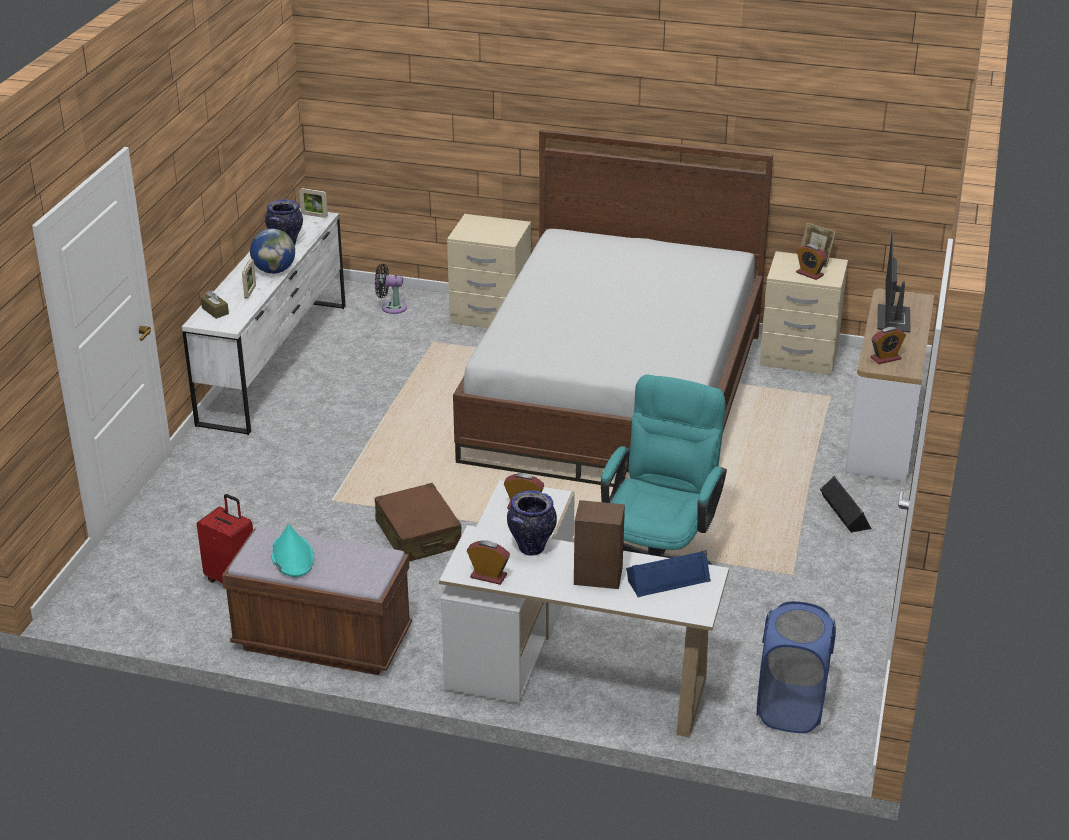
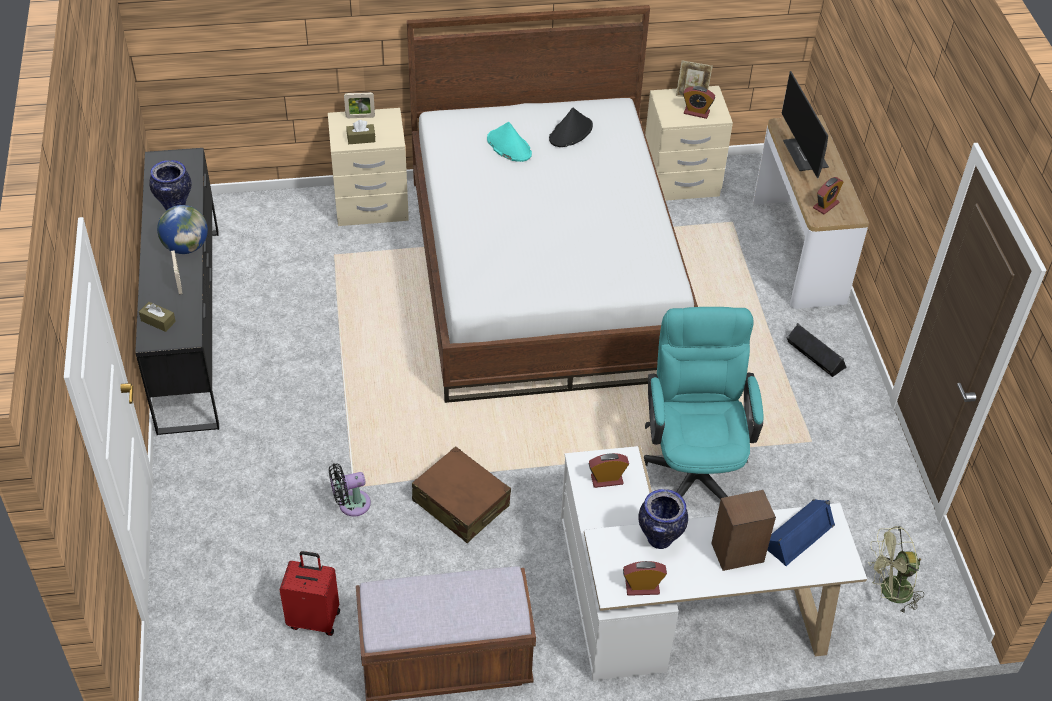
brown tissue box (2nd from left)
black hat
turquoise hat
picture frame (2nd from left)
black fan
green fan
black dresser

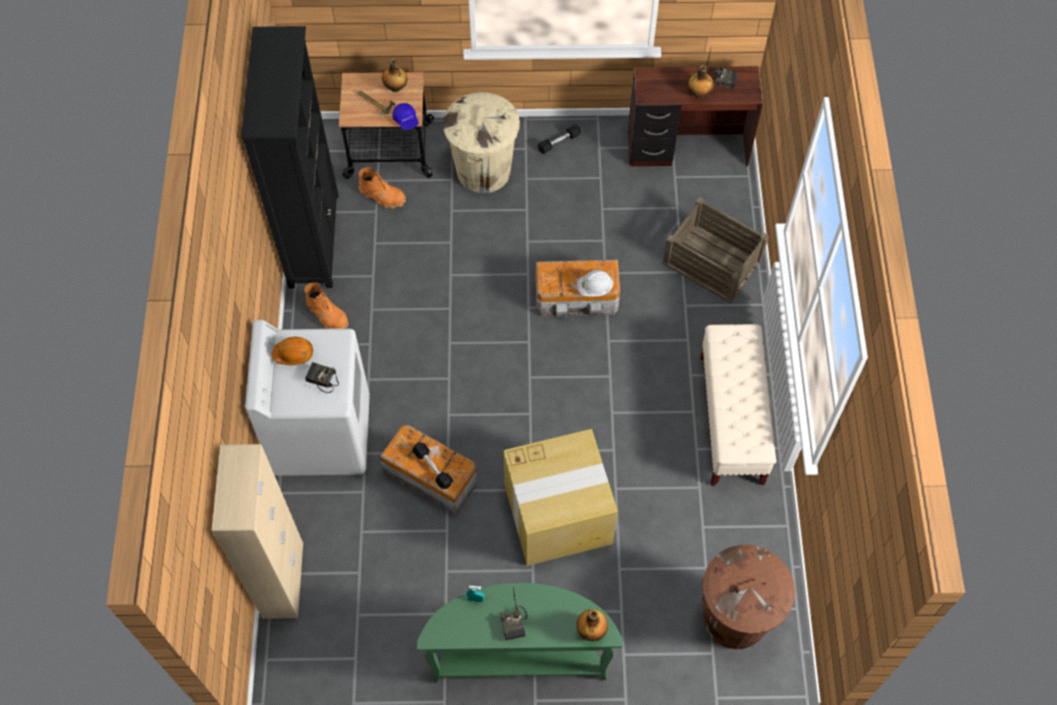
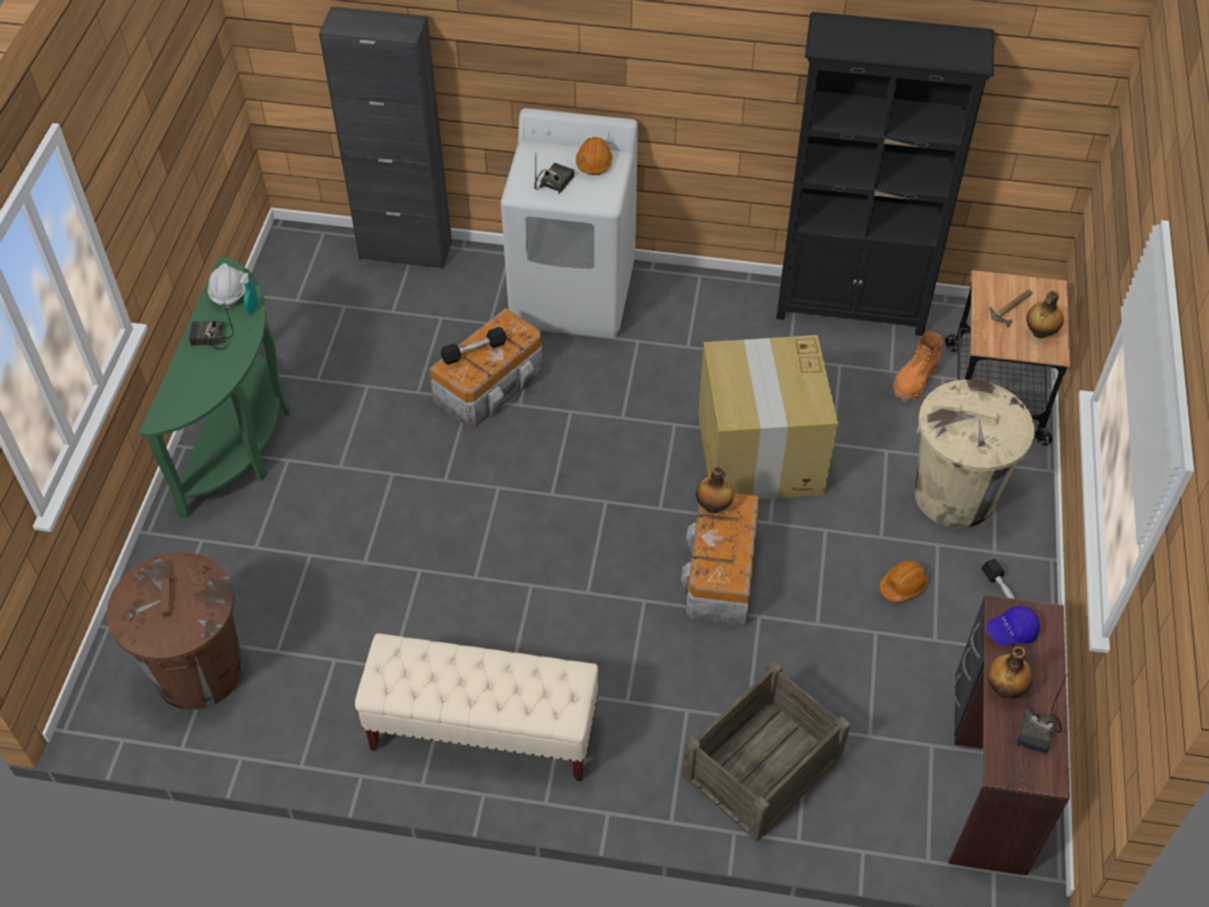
orange boot (1st from left in the first image)
orange hard hat (2nd from left)
blue cap
cardboard box
white hard hat
bottle (1st from left)
black cabinet

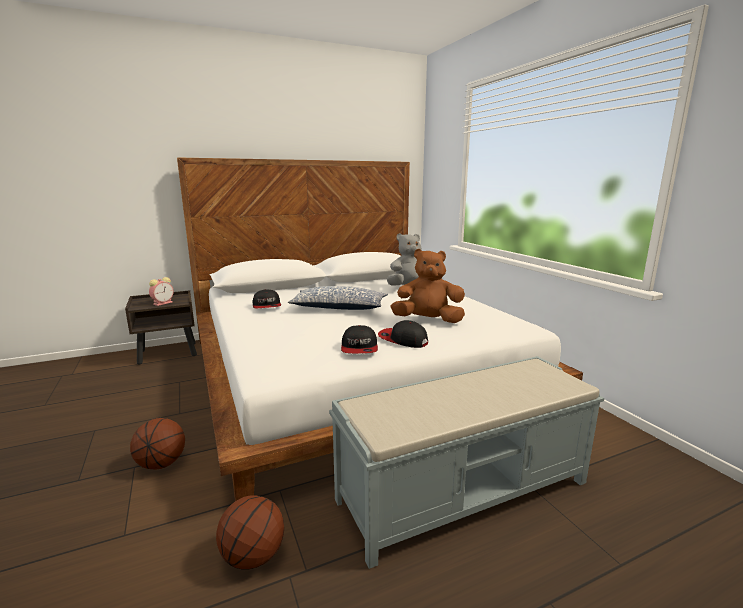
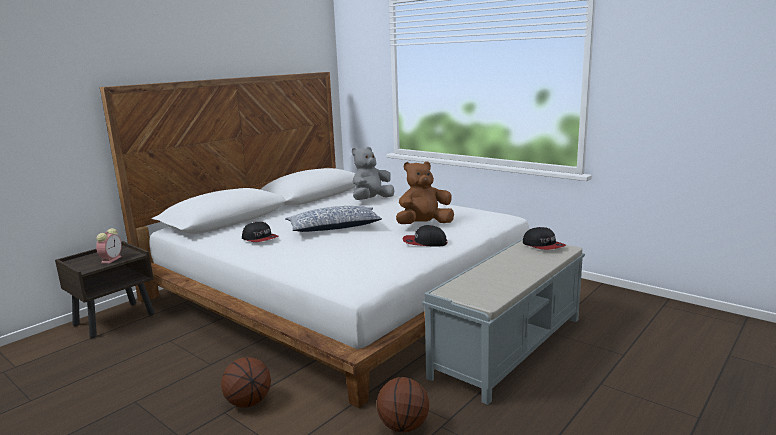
cap (3rd from left)

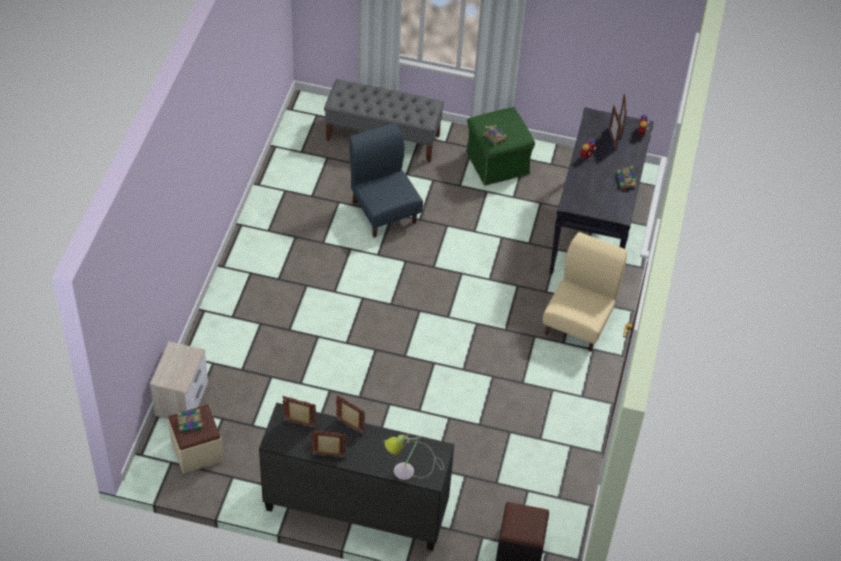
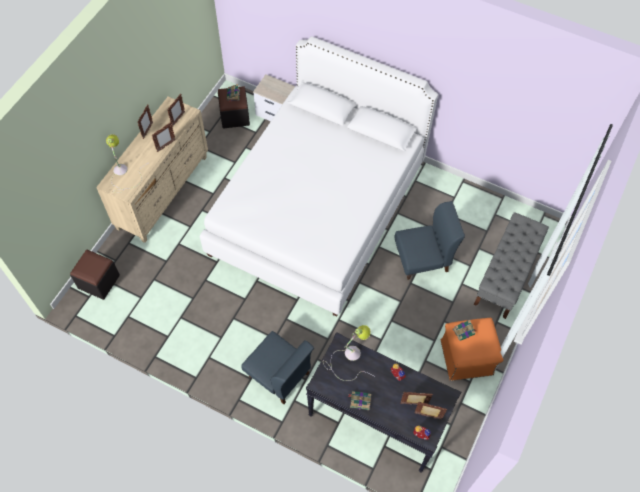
white bed
table lamp (2nd from left)
black ottoman (2nd from left)
beige dresser
orange ottoman
blue chair (1st from left)

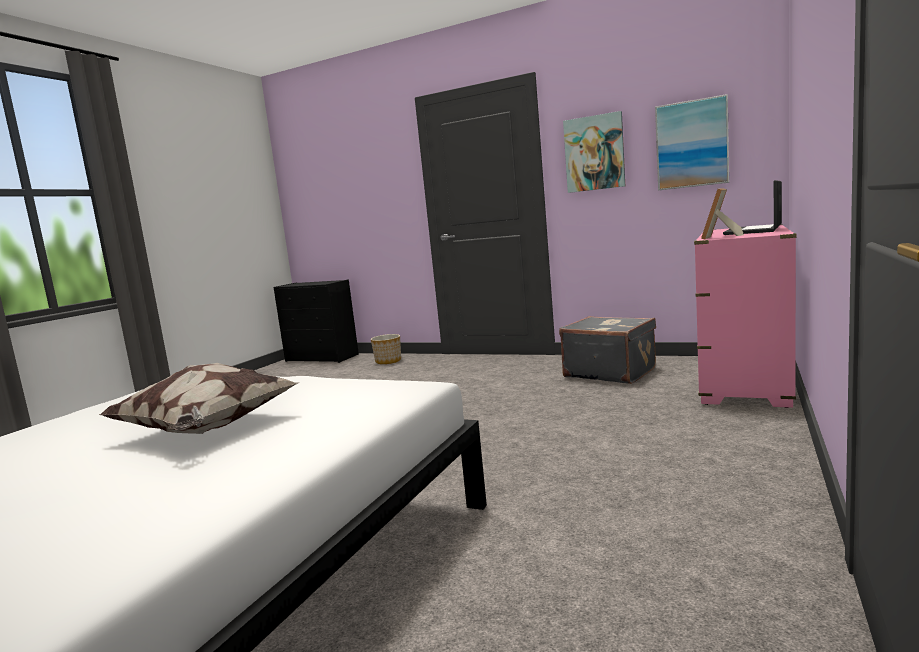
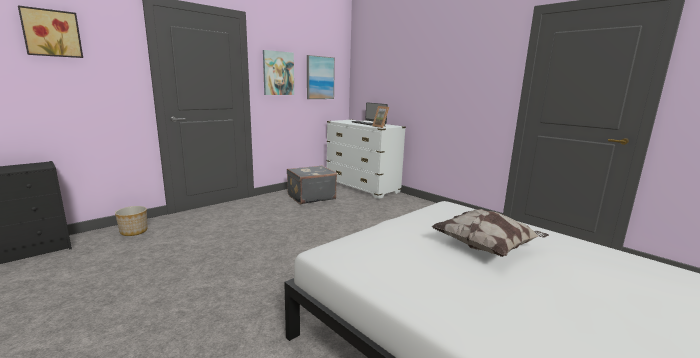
picture (1st from left)
white dresser

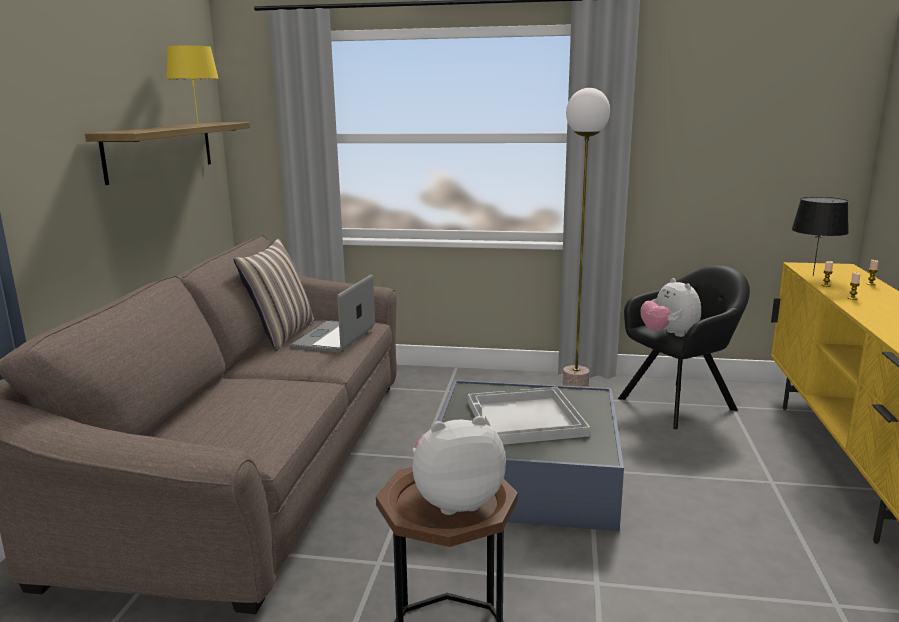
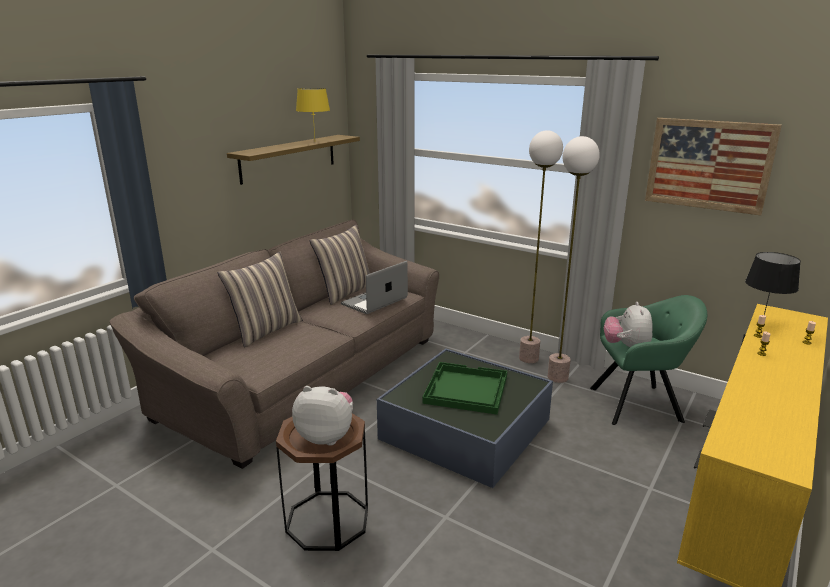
pillow (1st from left)
floor lamp (1st from left)
picture
green tray
green armchair

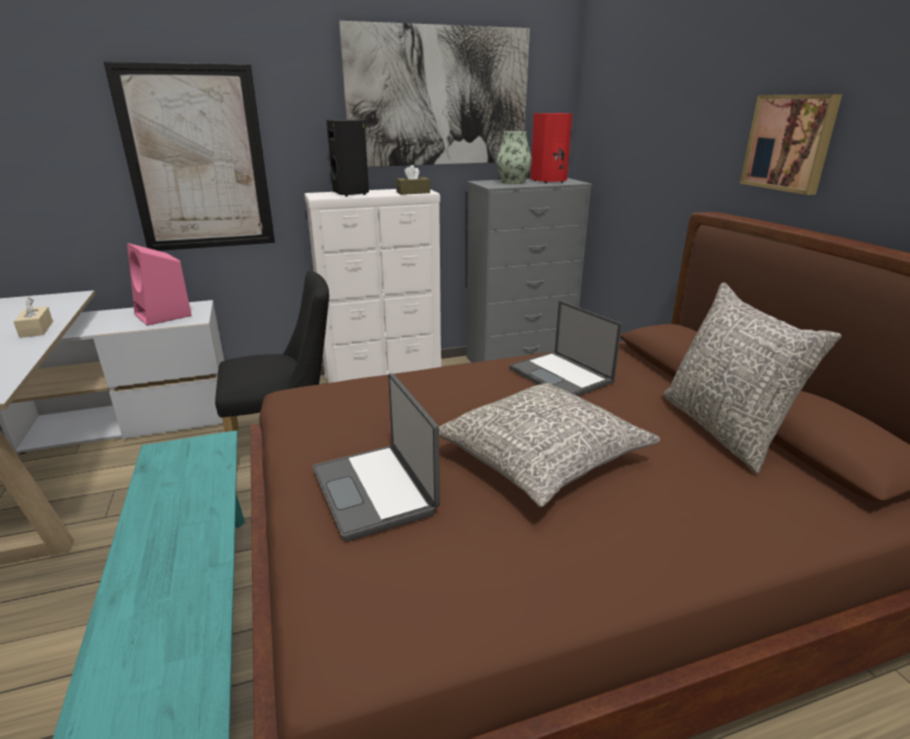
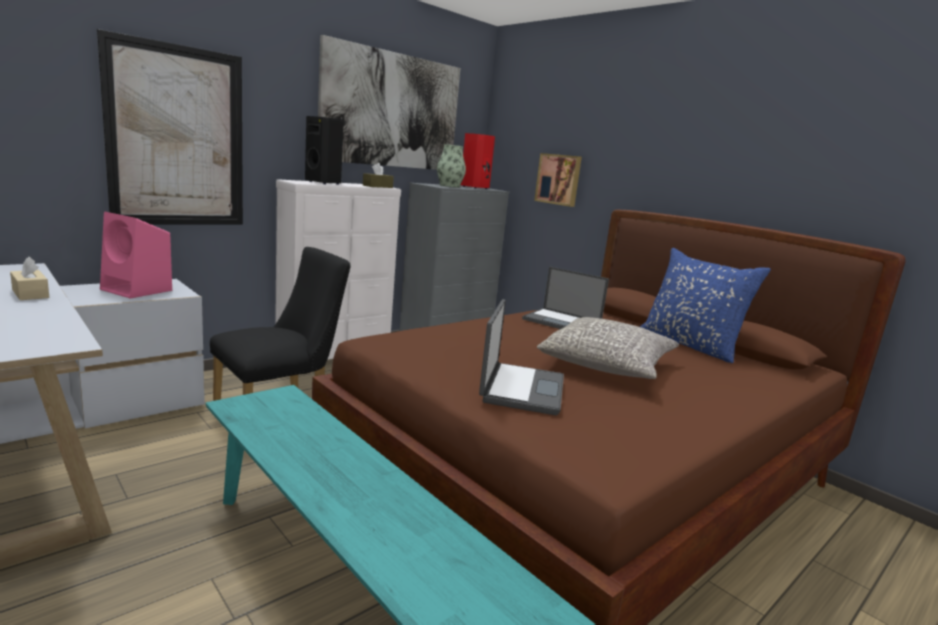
picture (3rd from left)
blue pillow
laptop (1st from left)

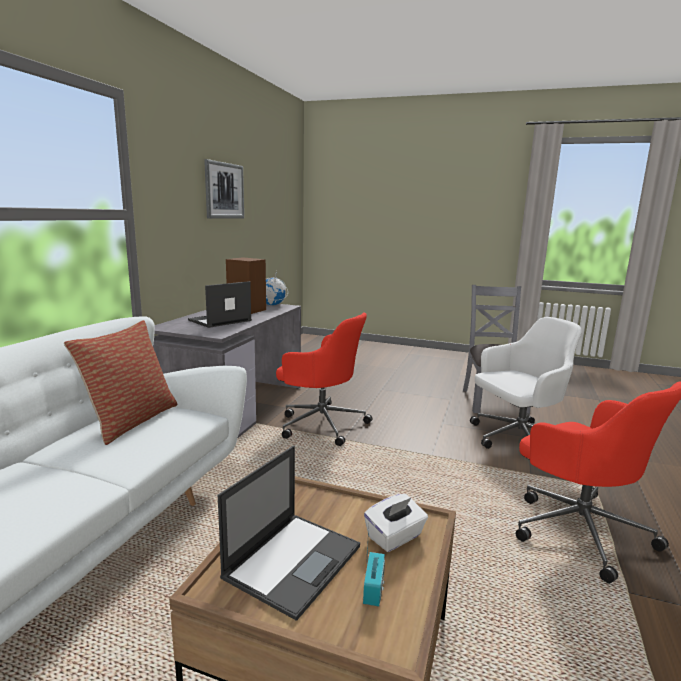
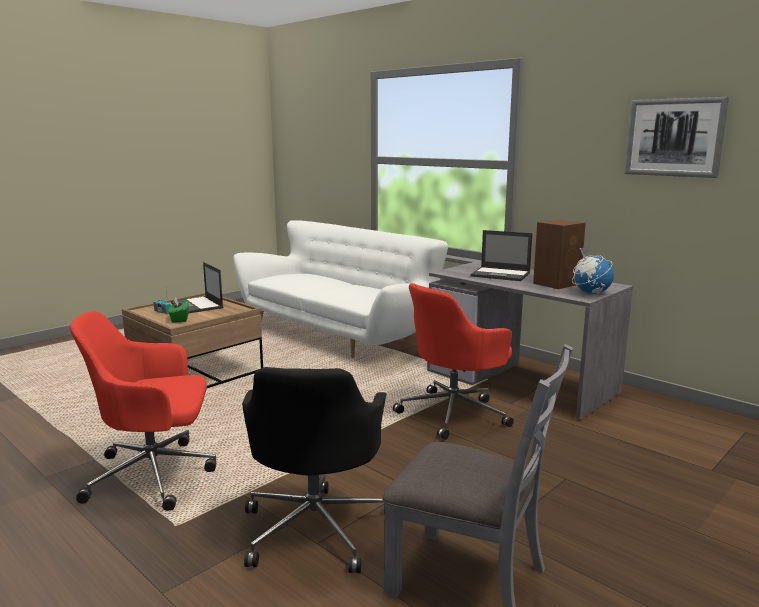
pillow
green tissue box
black office chair
laptop (2nd from left)

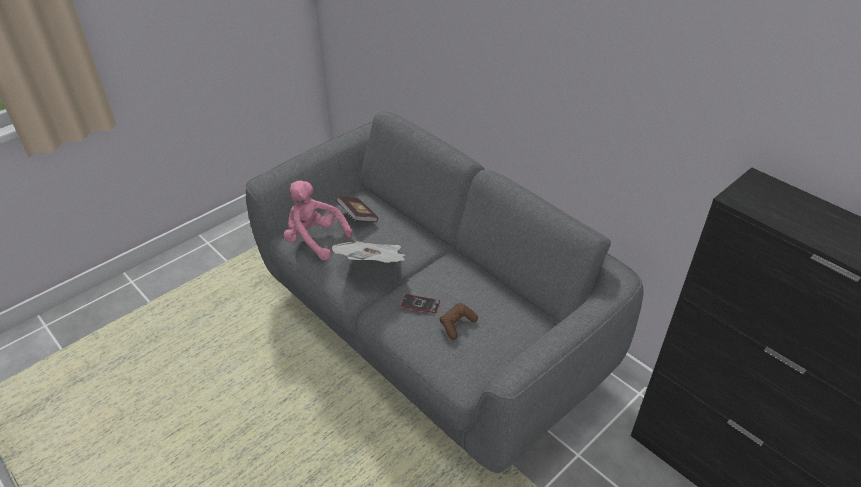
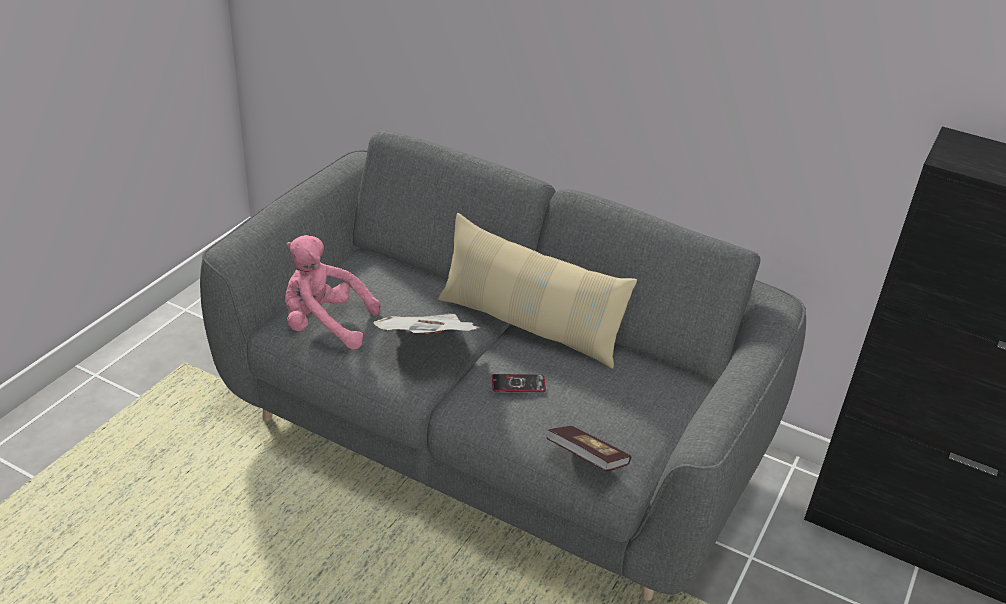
brown game controller
beige pillow
book

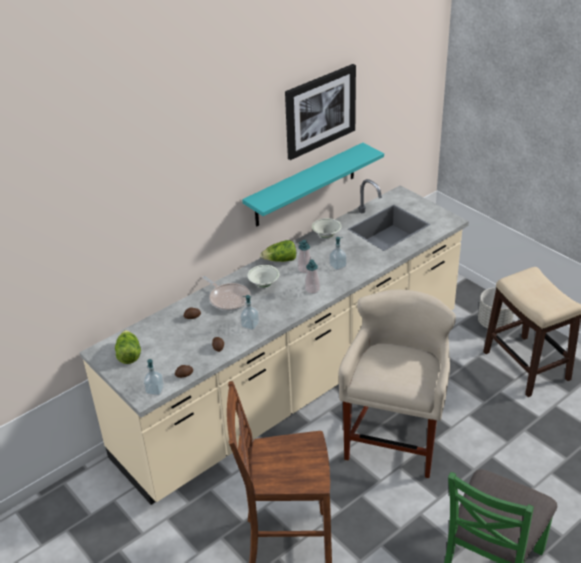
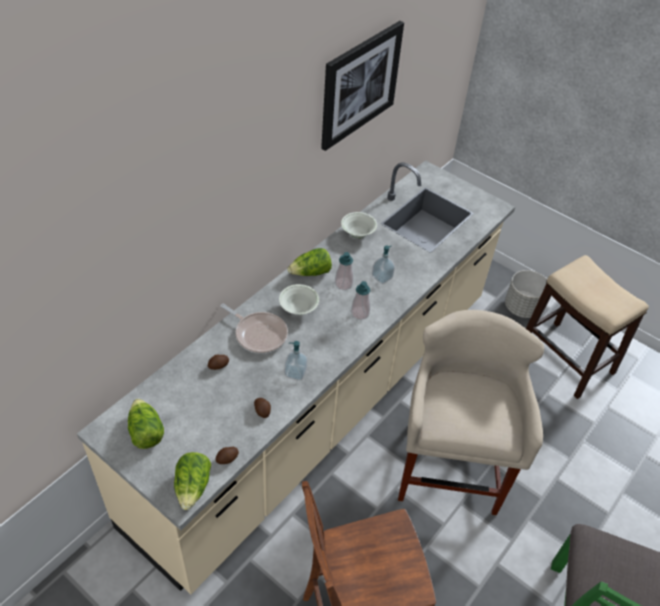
turquoise shelf
lettuce (2nd from left)

